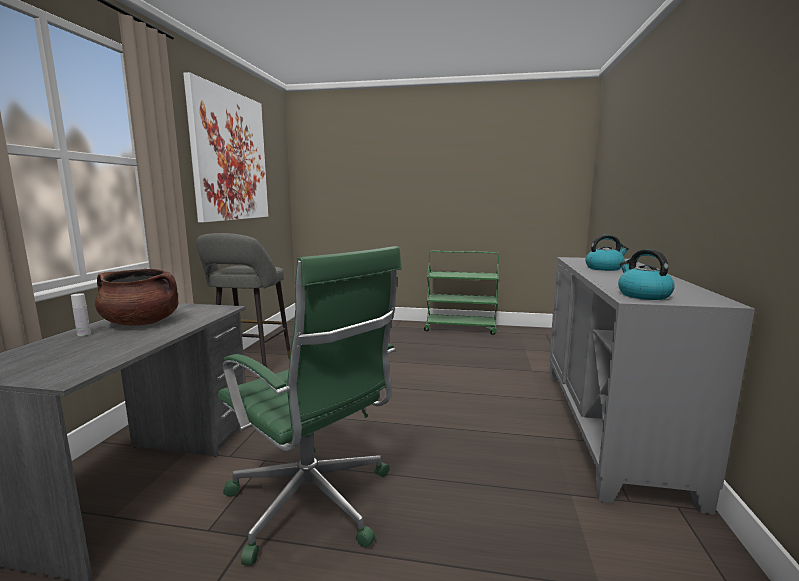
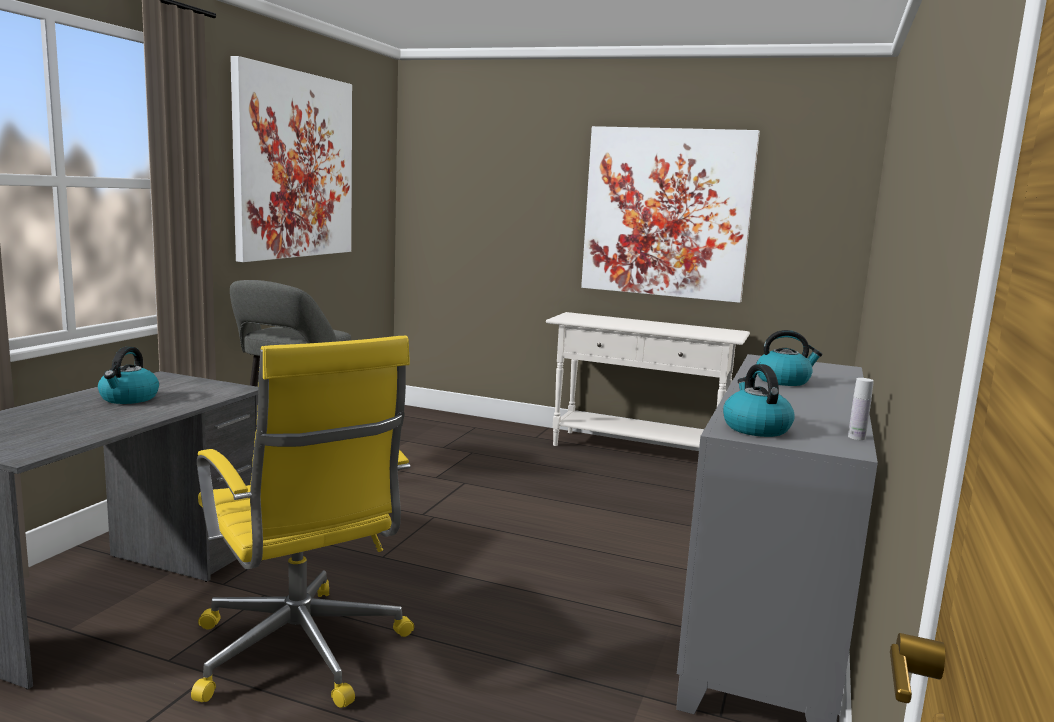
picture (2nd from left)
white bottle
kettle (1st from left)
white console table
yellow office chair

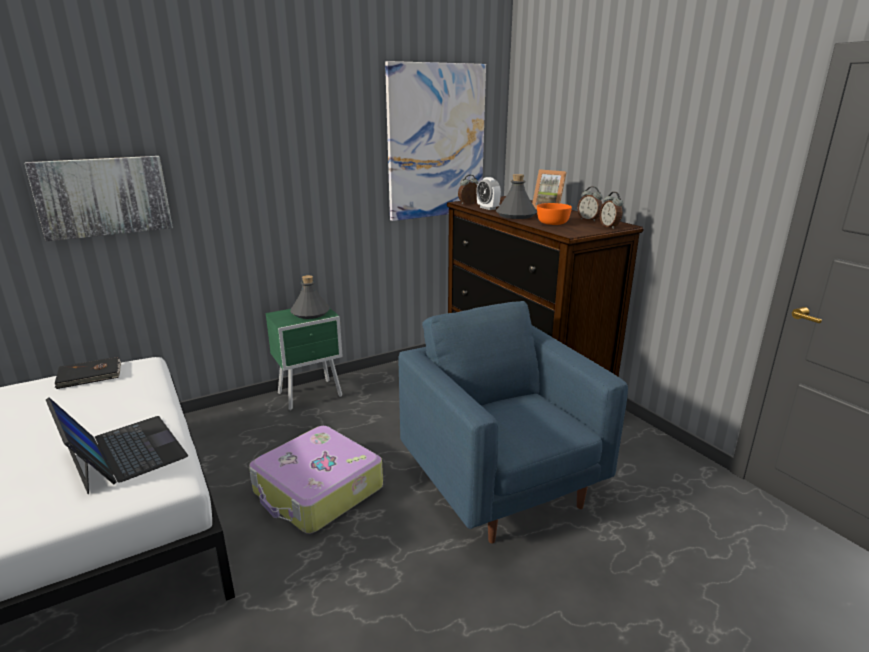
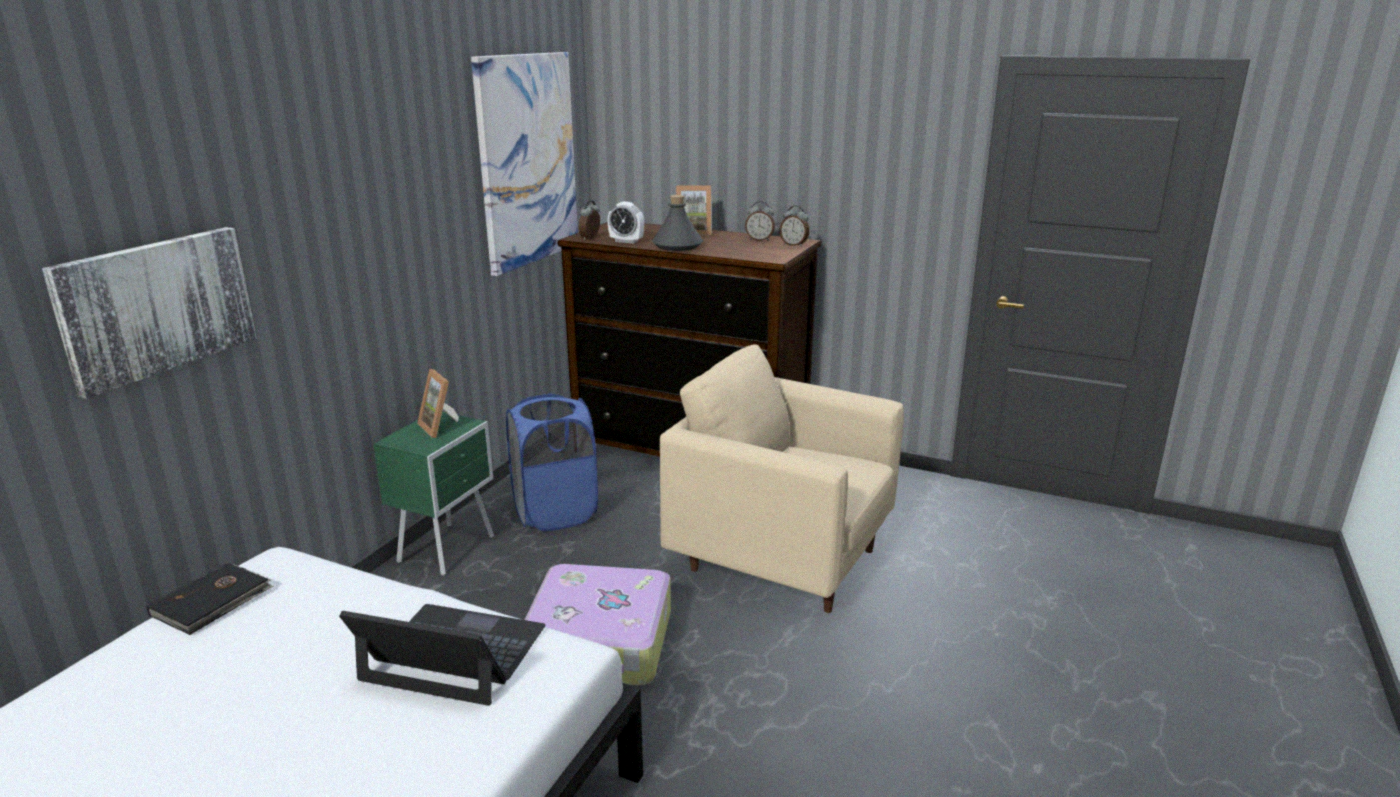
orange bowl
blue laundry basket
picture frame (1st from left)
beige armchair

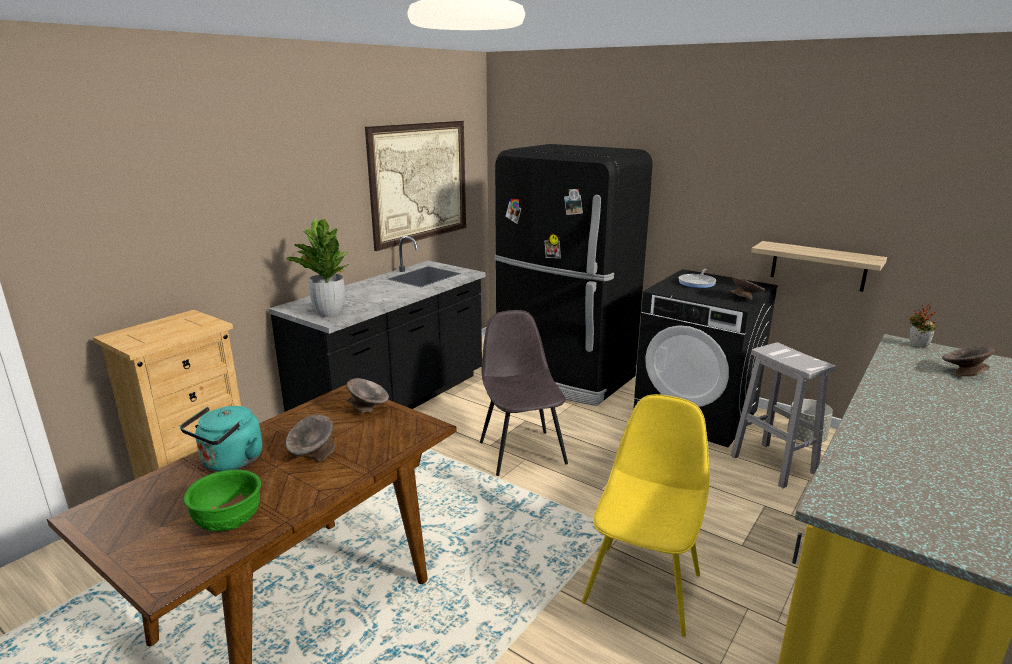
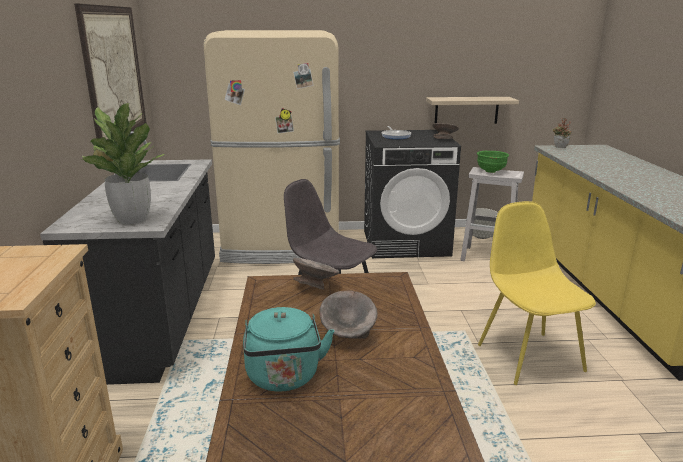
grey bowl (4th from left in the first image)
green bowl
beige fridge

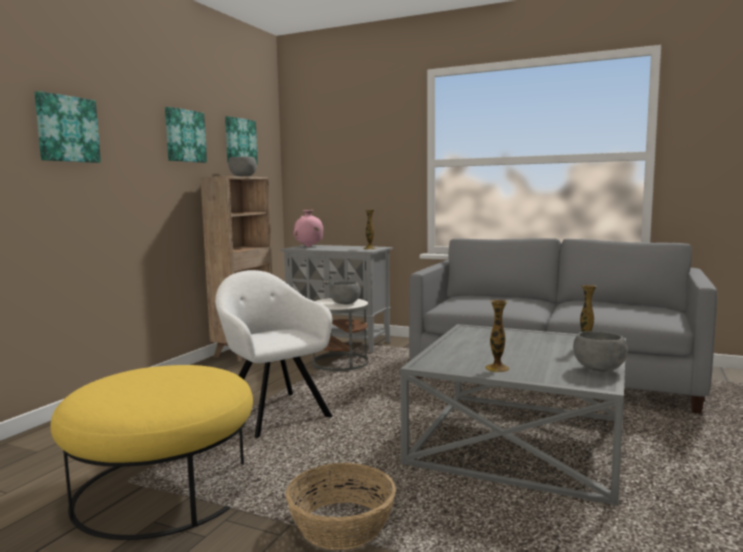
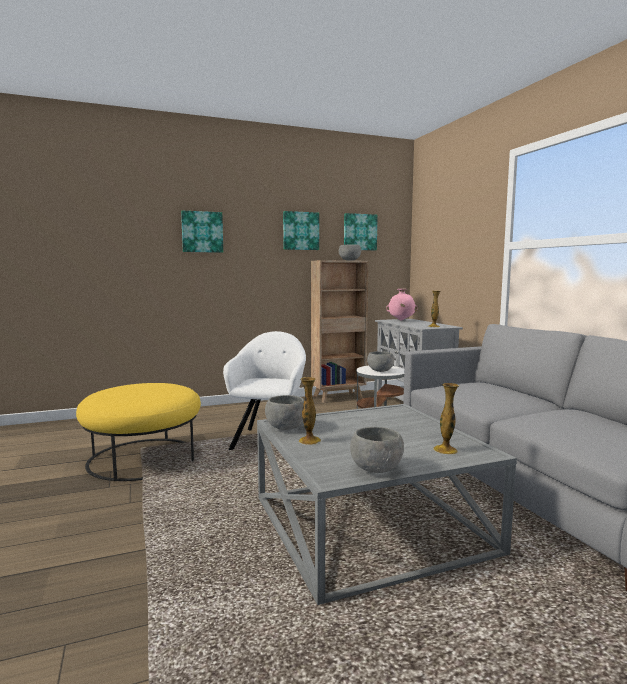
basket
grey bowl (1st from left)

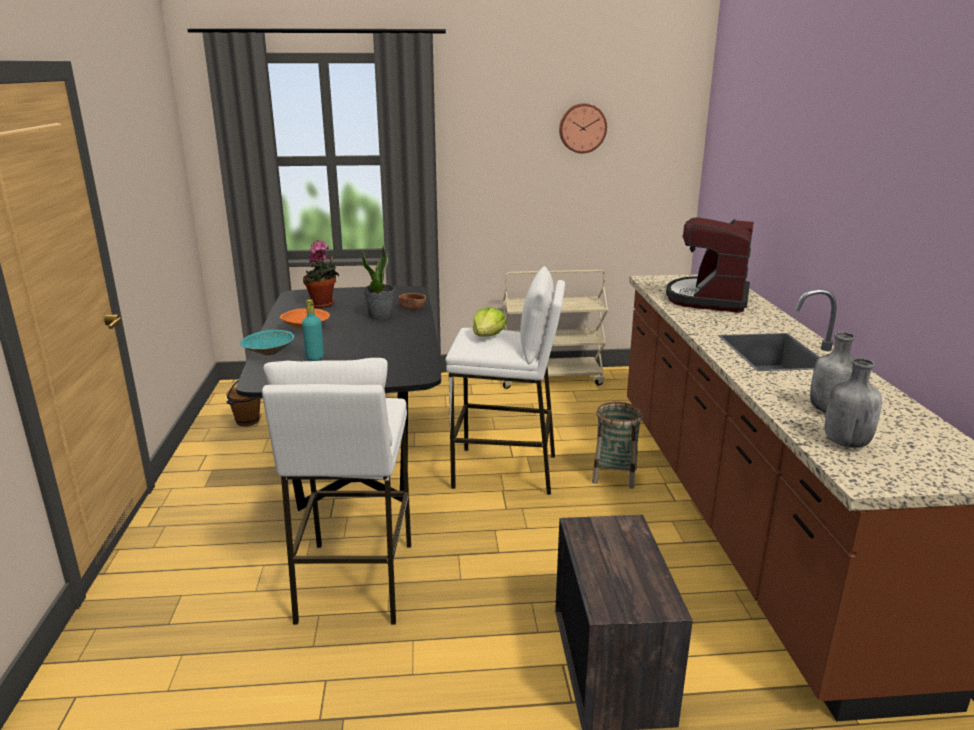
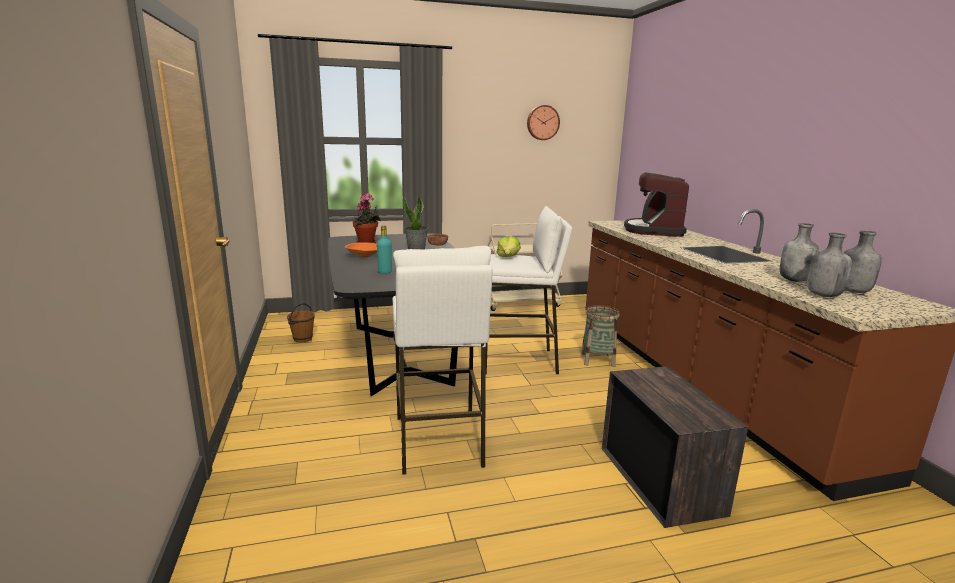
turquoise bowl
grey bottle (3rd from left)

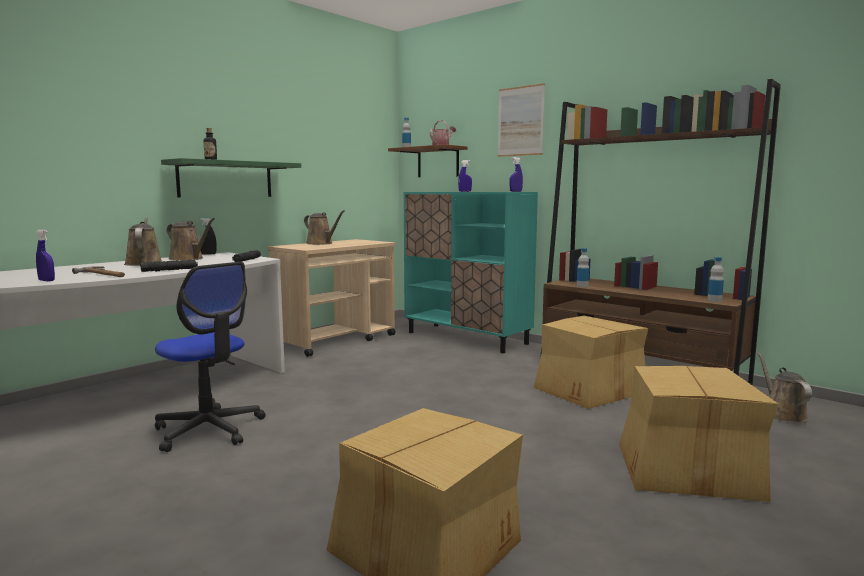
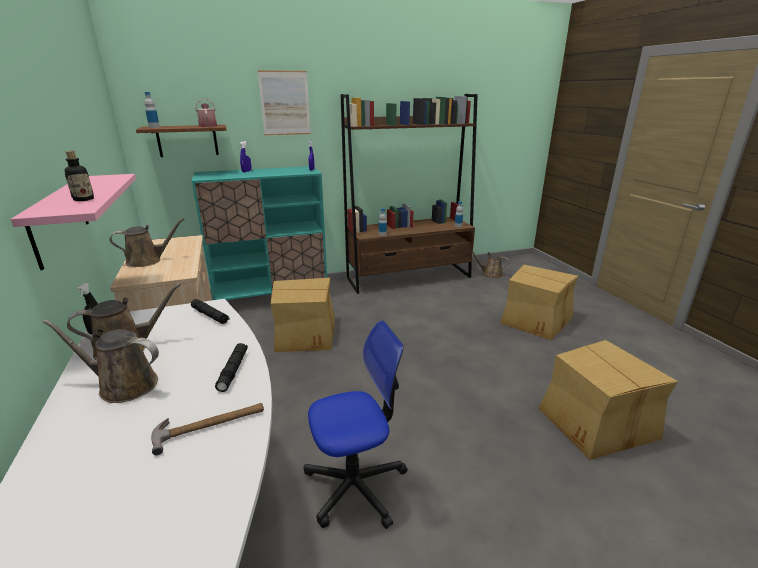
blue spray bottle (1st from left in the first image)
cardboard box (1st from left)
pink shelf

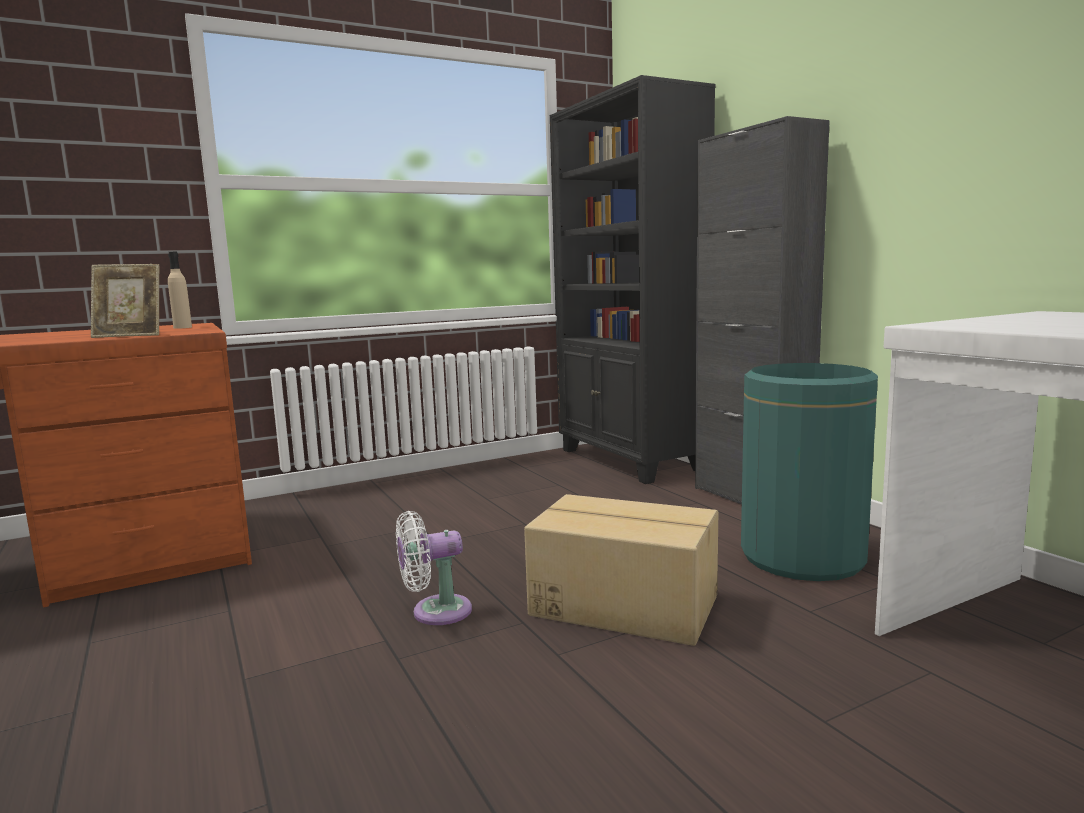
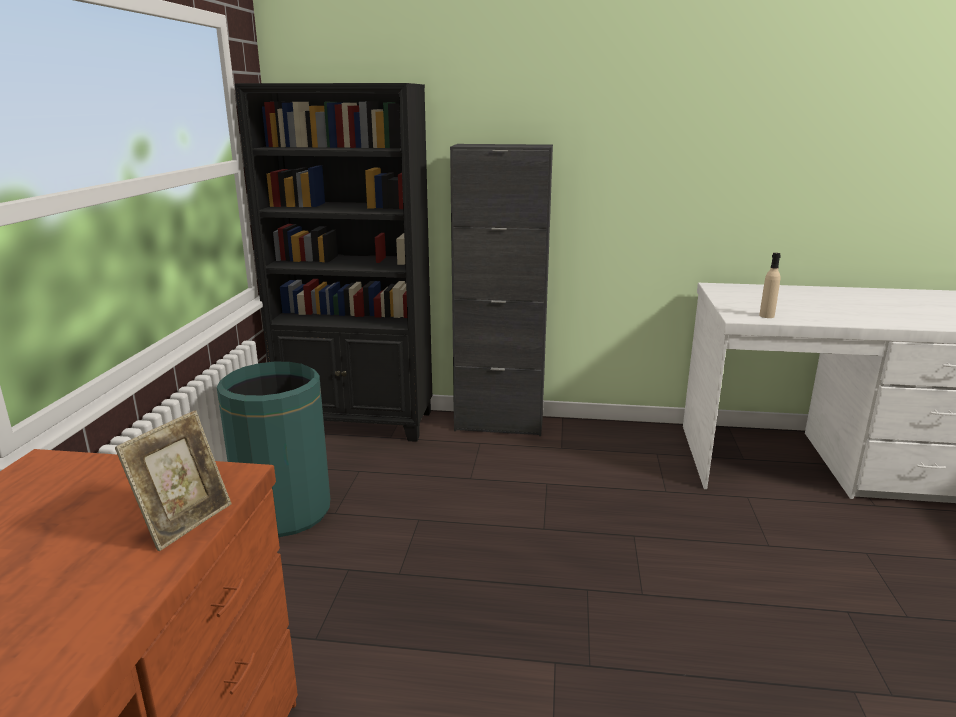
white fan
cardboard box
beige bottle
green trash can

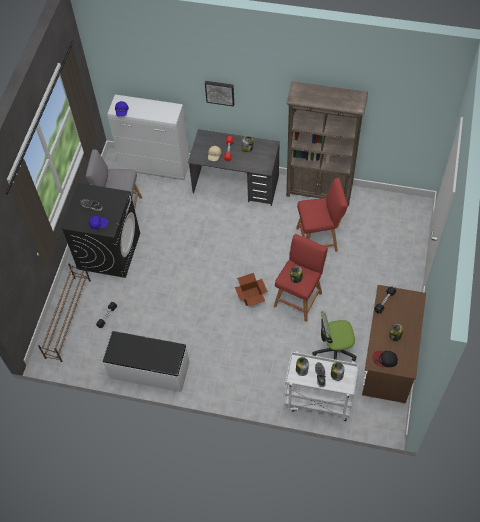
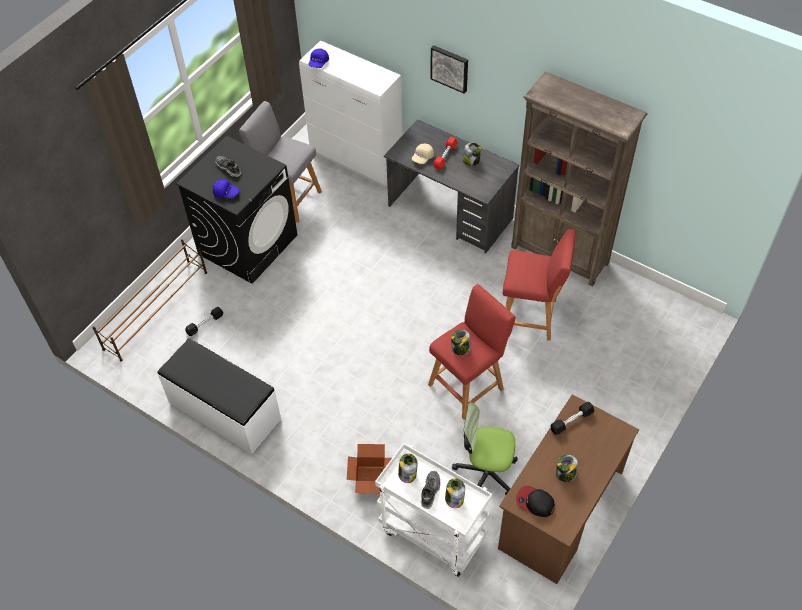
cardboard box

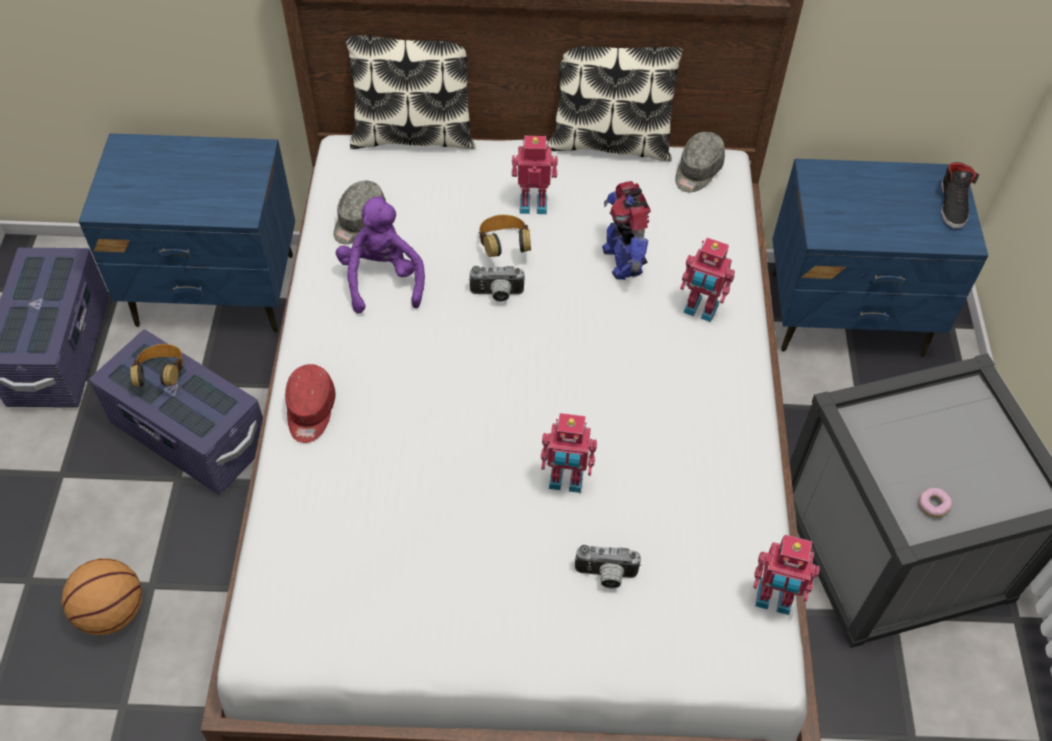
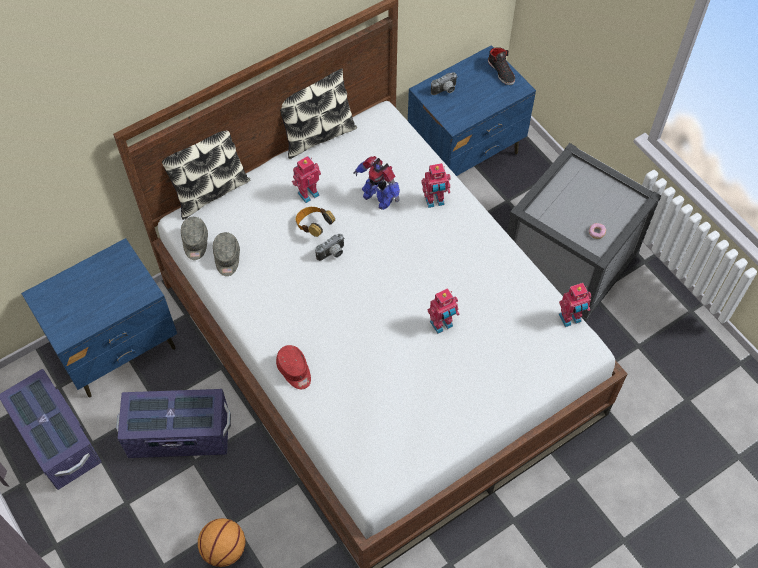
headphones (1st from left in the first image)
purple plush toy
photo camera (2nd from left)
grey cap (1st from left)

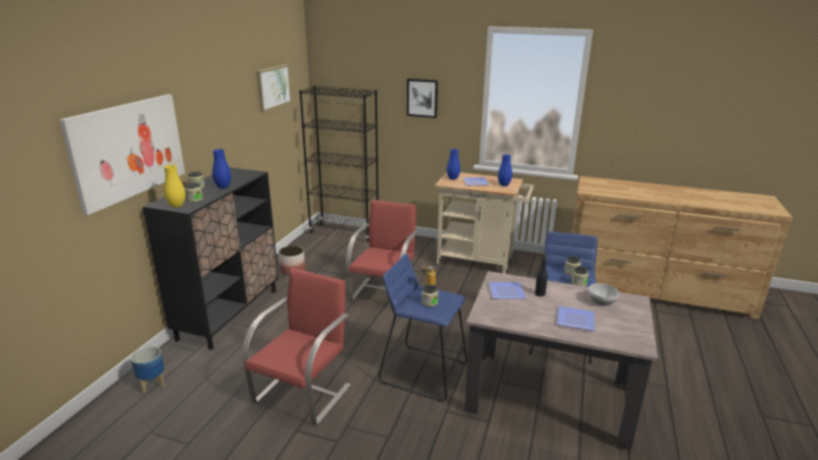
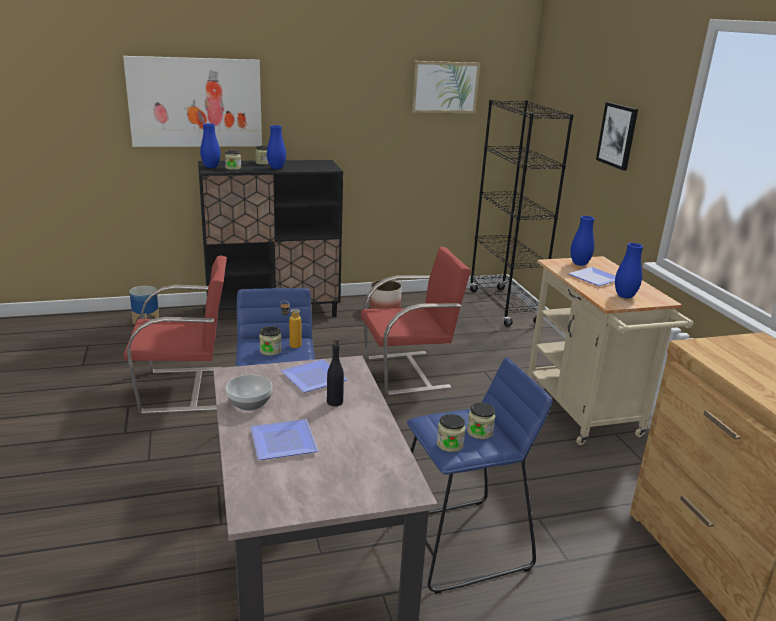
bowl
blue vase (1st from left)

